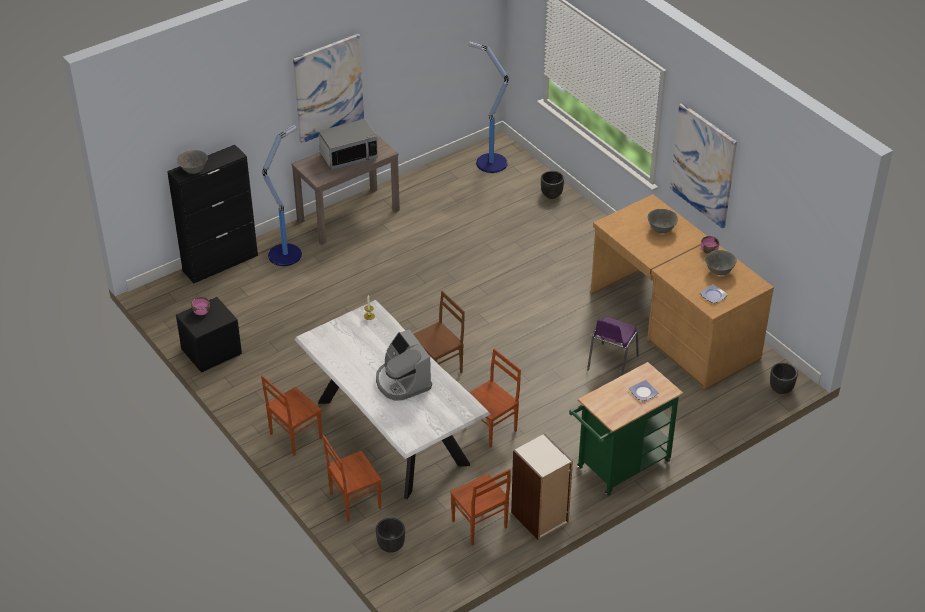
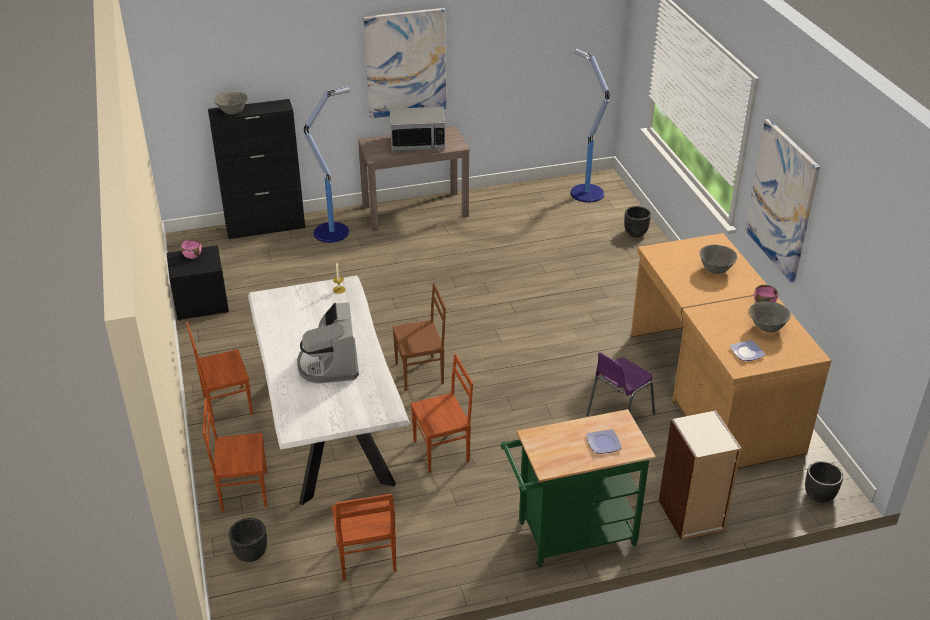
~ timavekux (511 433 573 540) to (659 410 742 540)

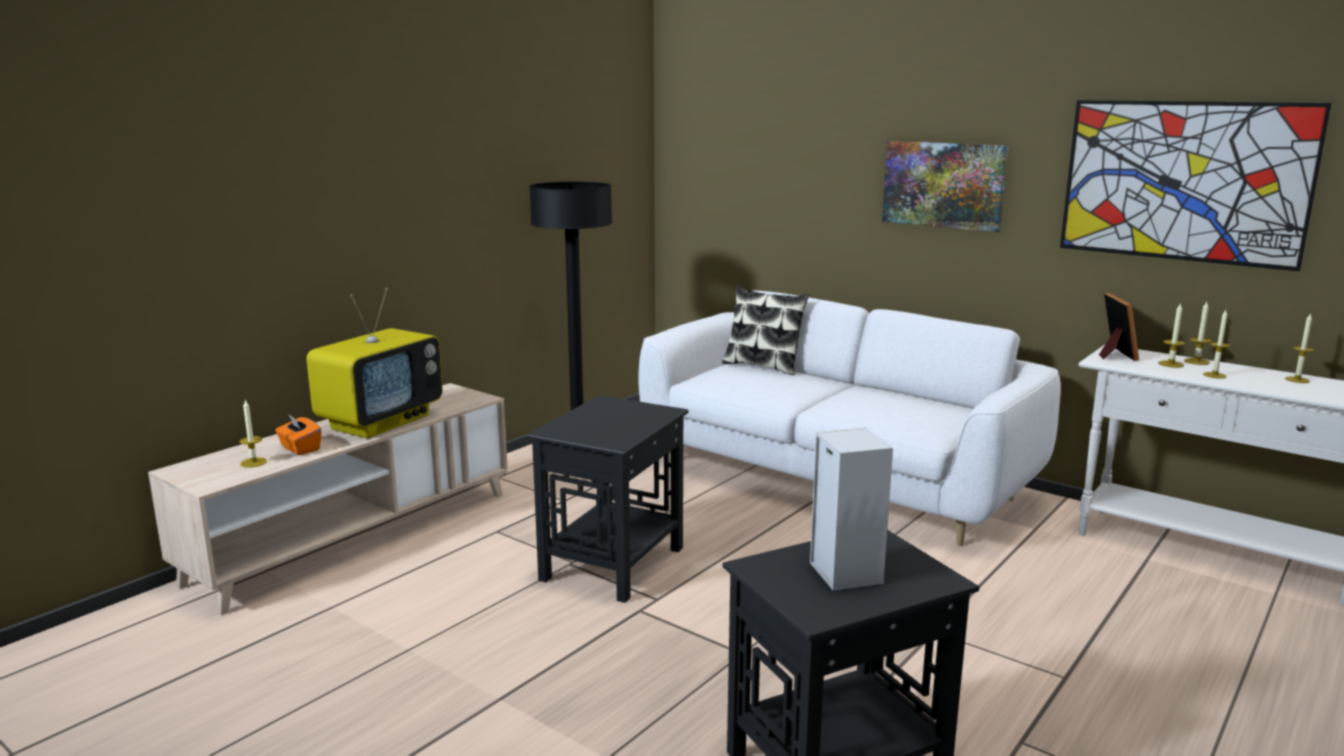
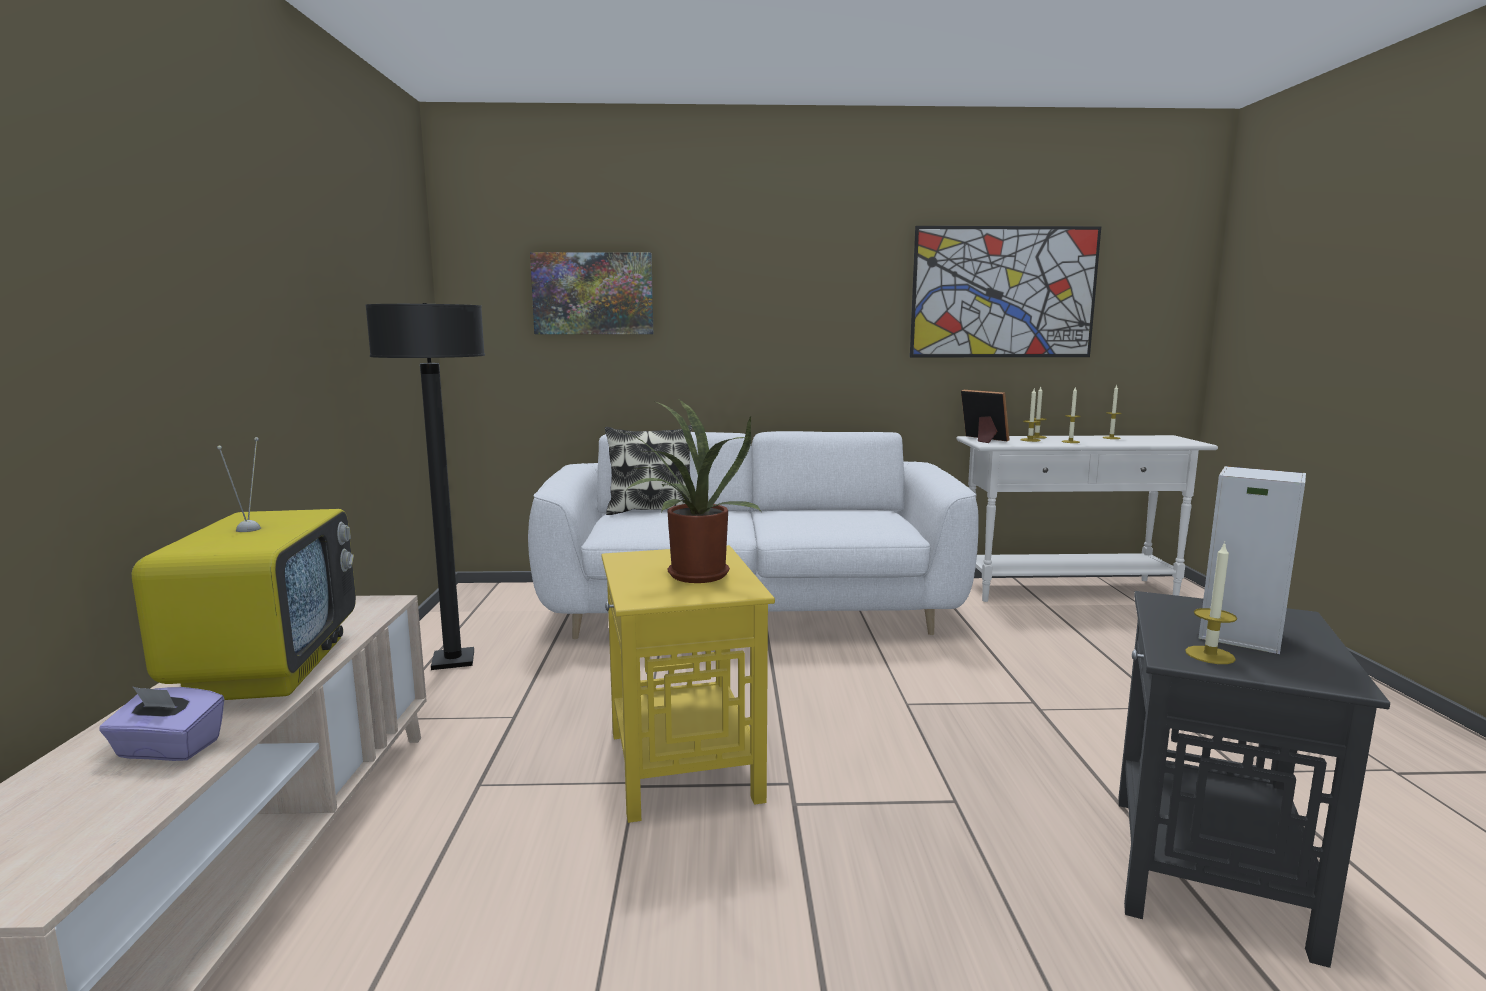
~ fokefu (239 399 267 468) to (1185 542 1237 664)
~ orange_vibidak (275 414 322 455) to purple_vibidak (99 686 225 761)
~ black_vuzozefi (526 395 688 603) to yellow_vuzozefi (601 545 775 823)
~ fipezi (882 141 1009 232) to (530 252 653 334)
+ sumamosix (622 400 761 583)

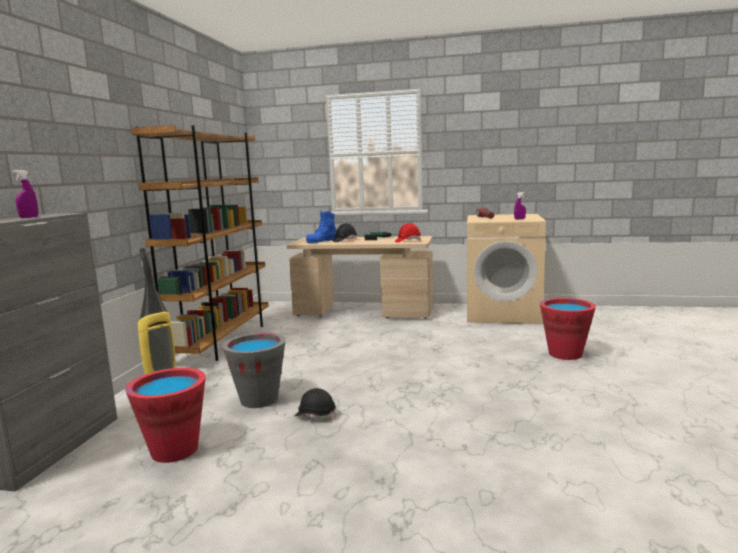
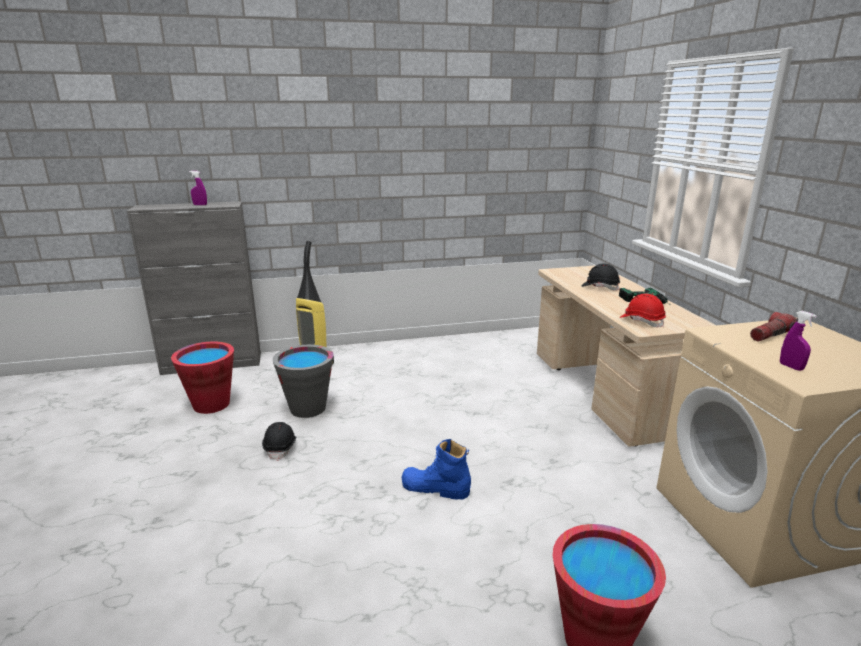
- brown_timavekux (132 125 269 361)
~ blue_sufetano (306 211 336 243) to (402 439 471 500)

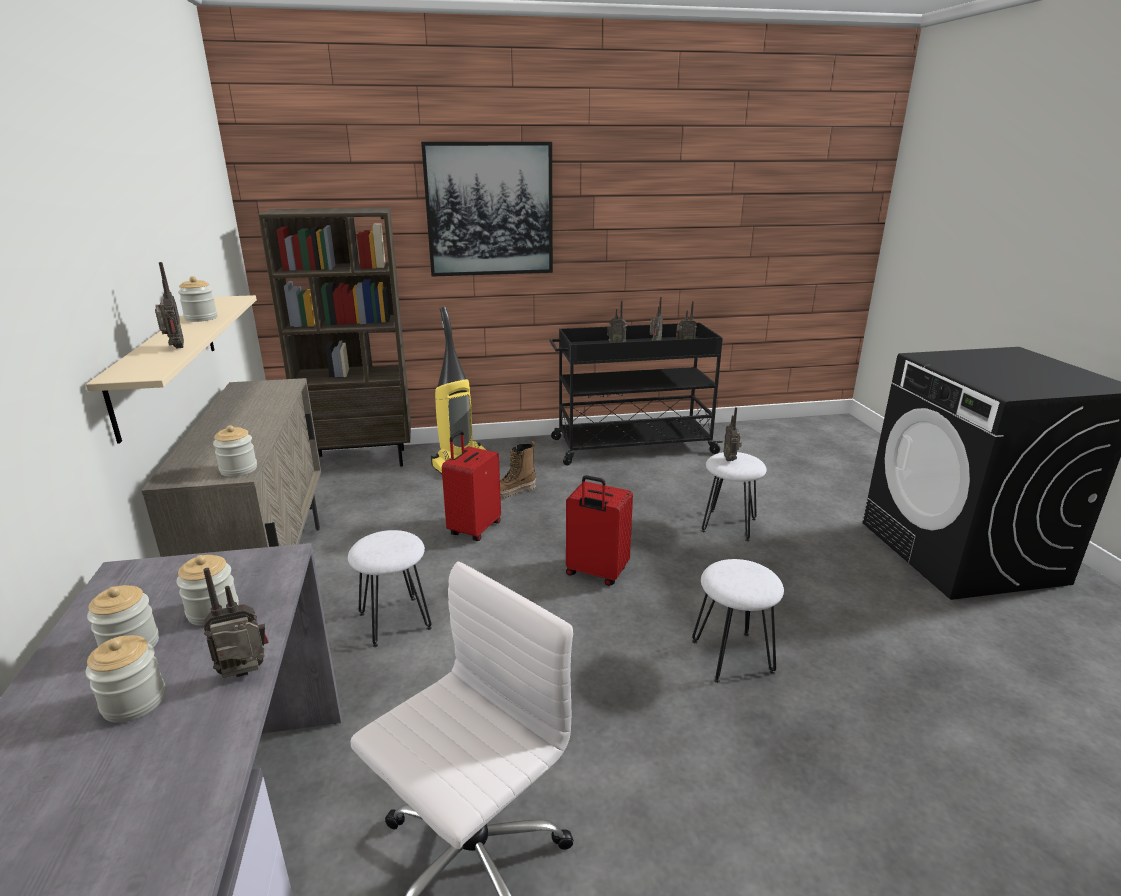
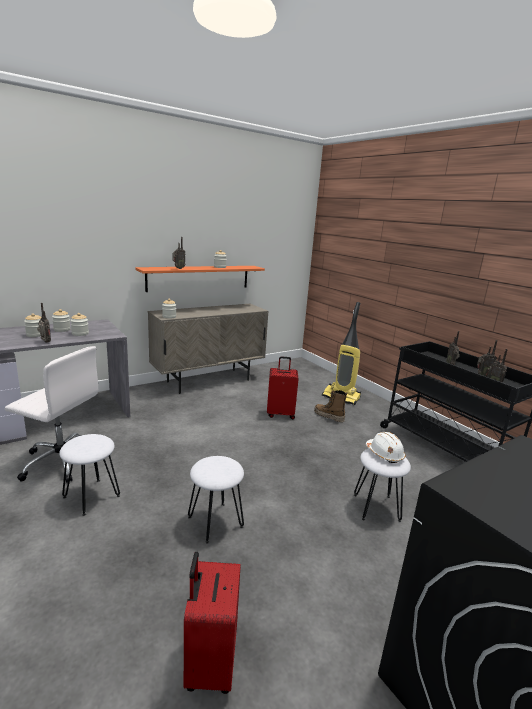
~ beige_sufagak (86 295 257 444) to orange_sufagak (135 266 265 292)
- brown_timavekux (258 207 411 467)
~ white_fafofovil (348 530 432 647) to (59 434 120 516)
- fipezi (421 142 553 277)
~ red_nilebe (566 475 633 586) to (184 552 241 694)
~ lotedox (724 407 742 461) to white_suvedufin (366 432 405 463)

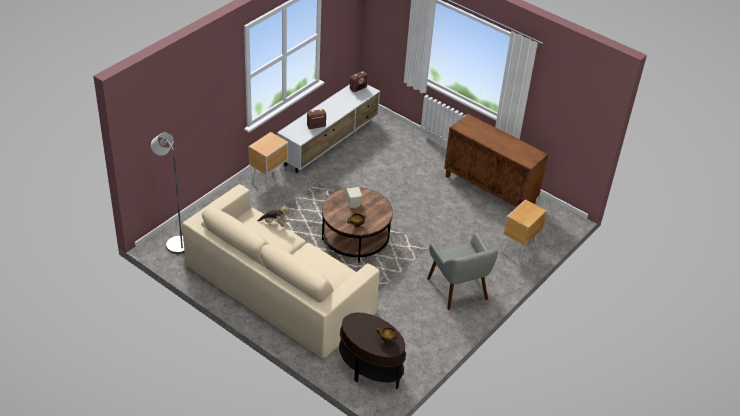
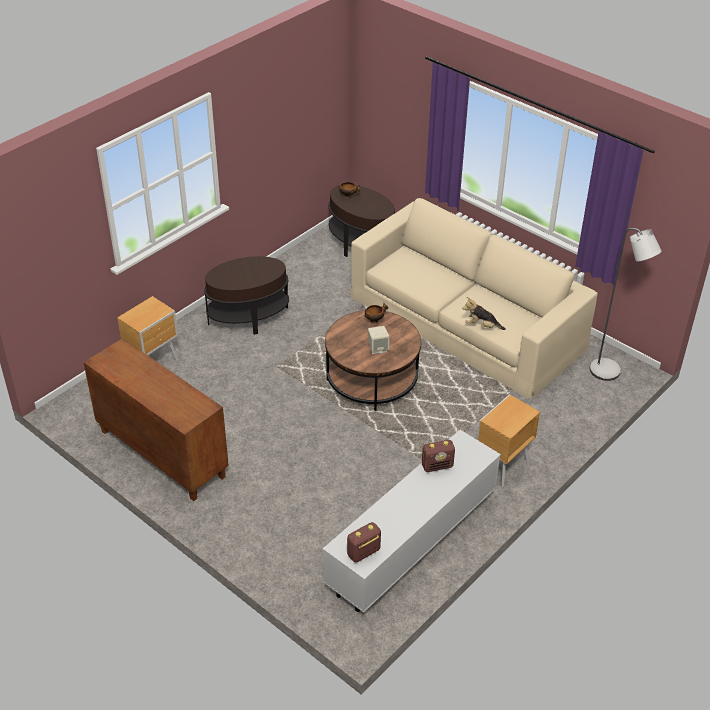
~ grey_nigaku (427 232 498 310) to brown_vuzozefi (204 256 289 335)

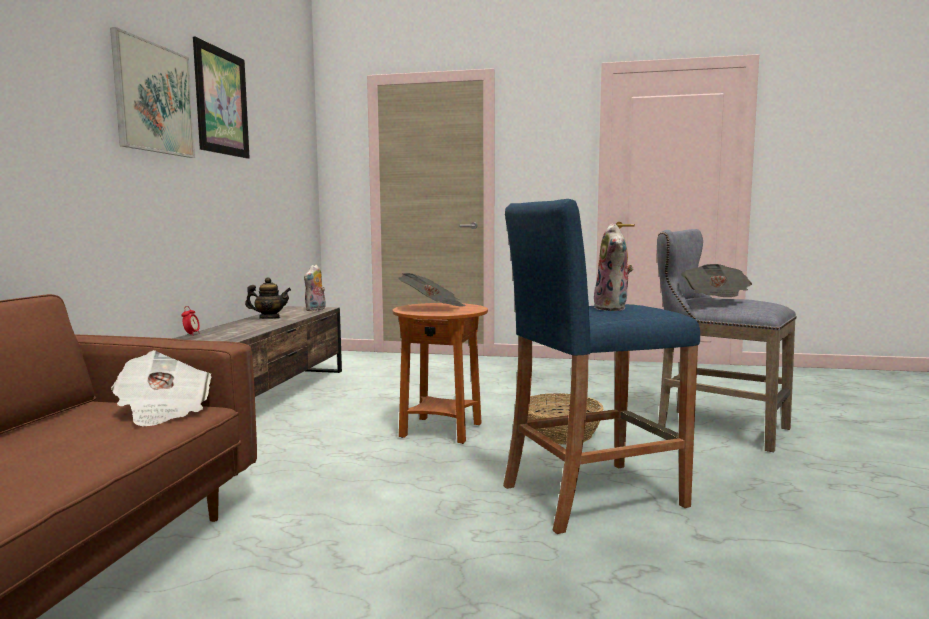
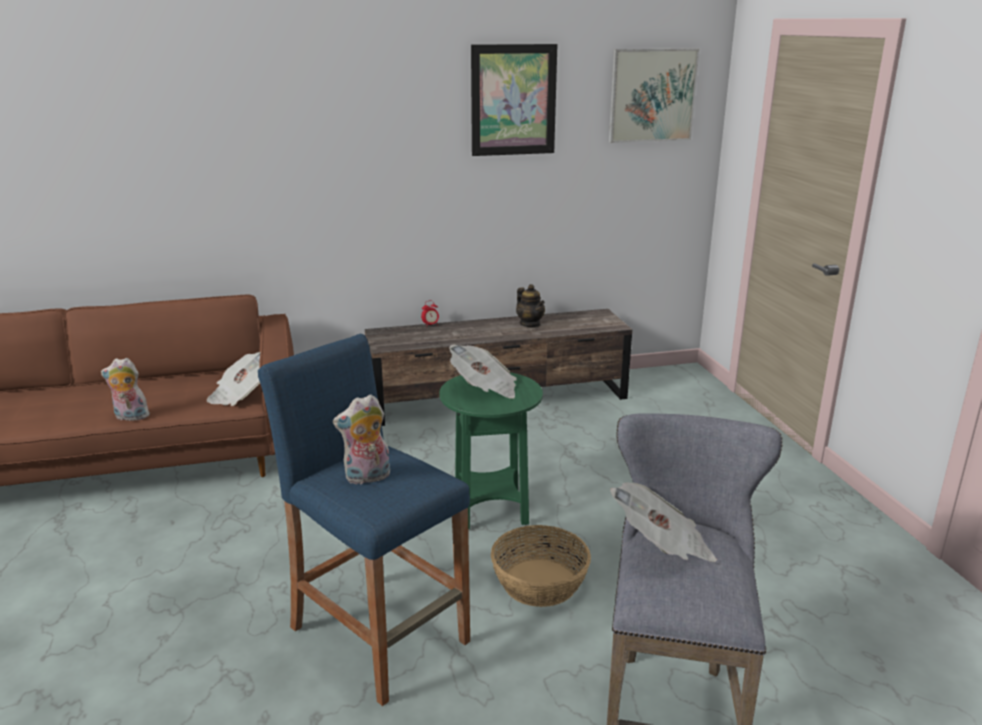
~ fipezi (110 27 195 158) to (609 48 699 143)
~ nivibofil (304 264 325 311) to (101 358 150 421)
~ brown_vuzozefi (392 303 488 444) to green_vuzozefi (439 372 543 529)

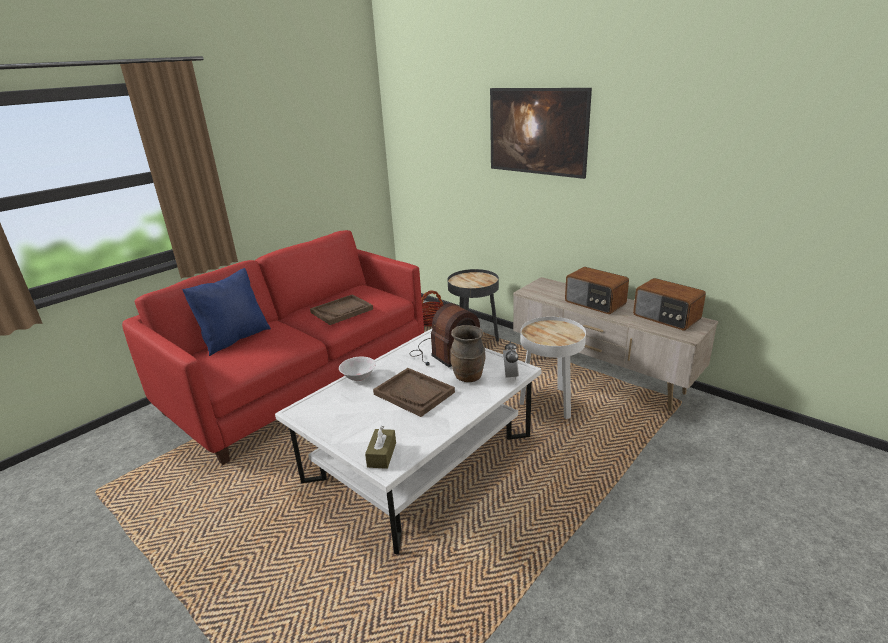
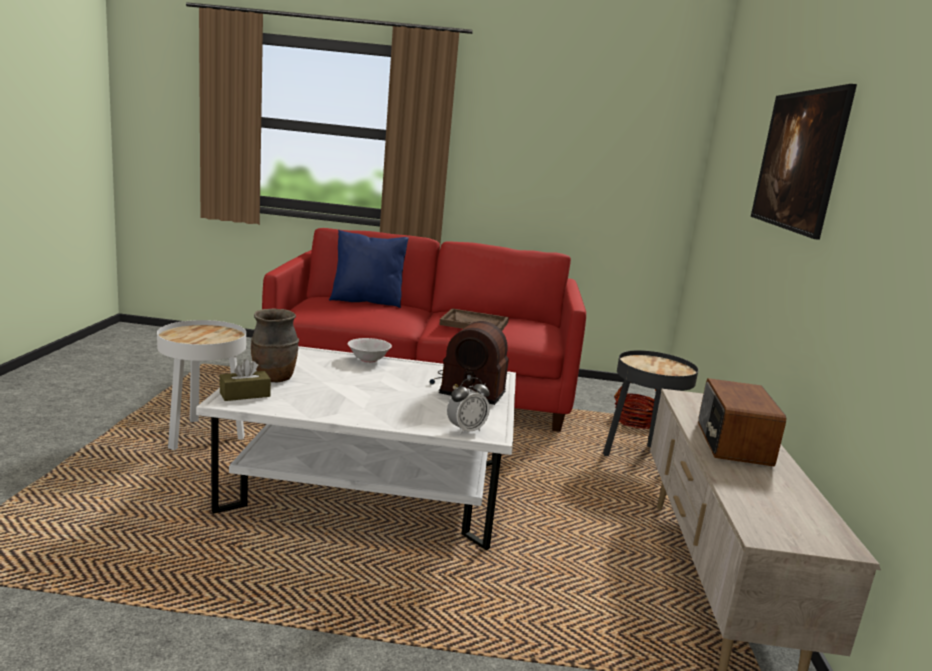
- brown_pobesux (373 368 455 417)
~ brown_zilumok (450 325 485 382) to (251 308 299 383)
~ white_vuzozefi (520 317 586 419) to (157 320 246 450)
- lotedox (633 278 706 330)

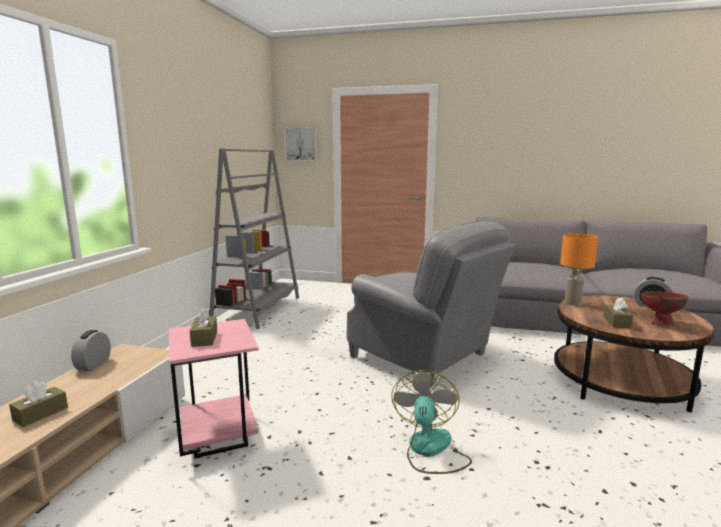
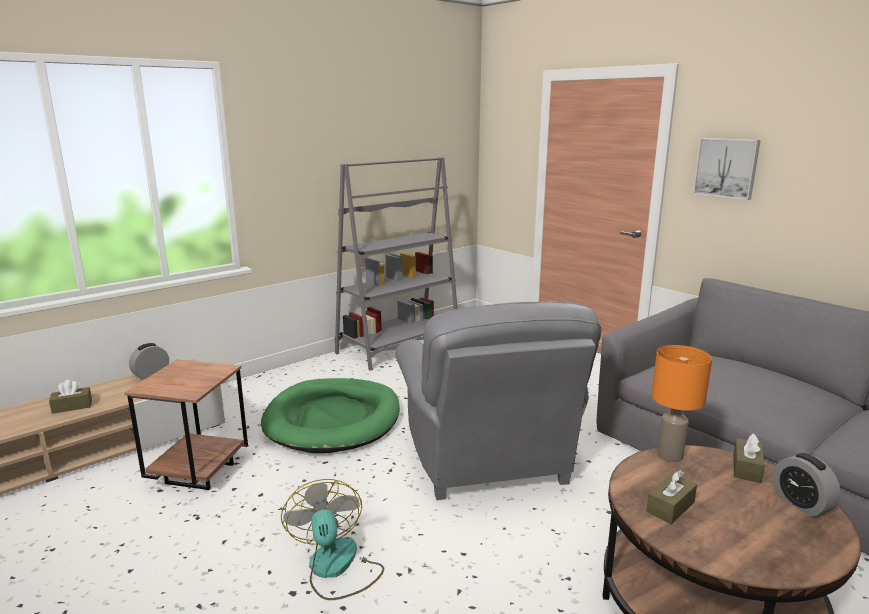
~ pink_vuzozefi (169 319 259 459) to brown_vuzozefi (125 359 248 490)
~ brown_vibidak (190 308 217 347) to (733 434 765 483)
~ fipezi (285 128 317 161) to (693 138 761 200)
~ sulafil (391 370 472 474) = (281 479 384 600) 60 degrees counterclockwise
- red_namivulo (641 290 688 326)
+ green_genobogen (261 378 400 454)

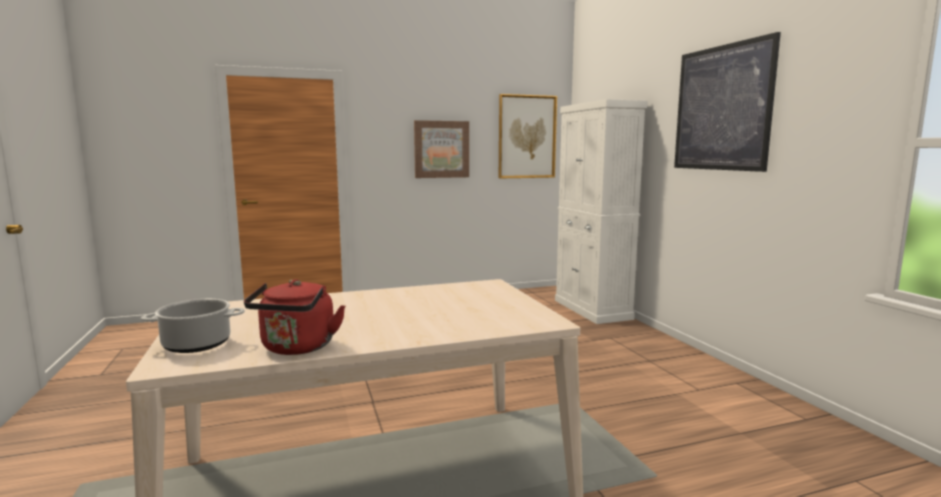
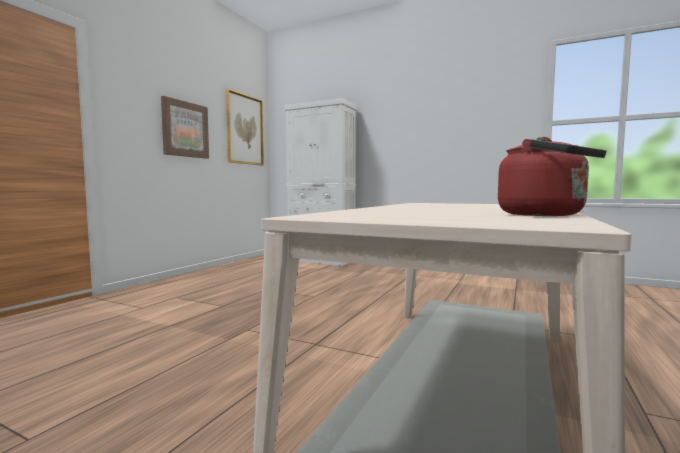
- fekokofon (141 299 245 353)
- fipezi (674 32 781 172)

